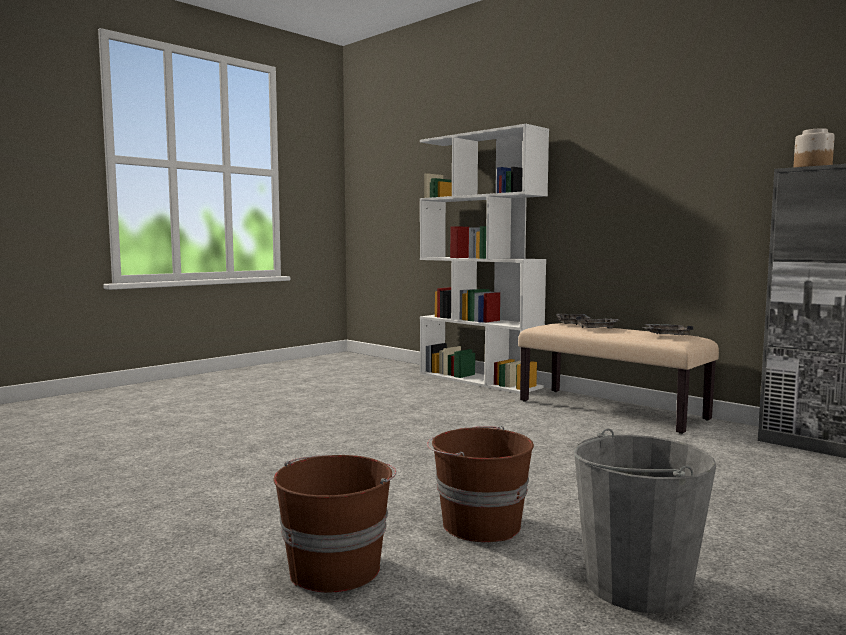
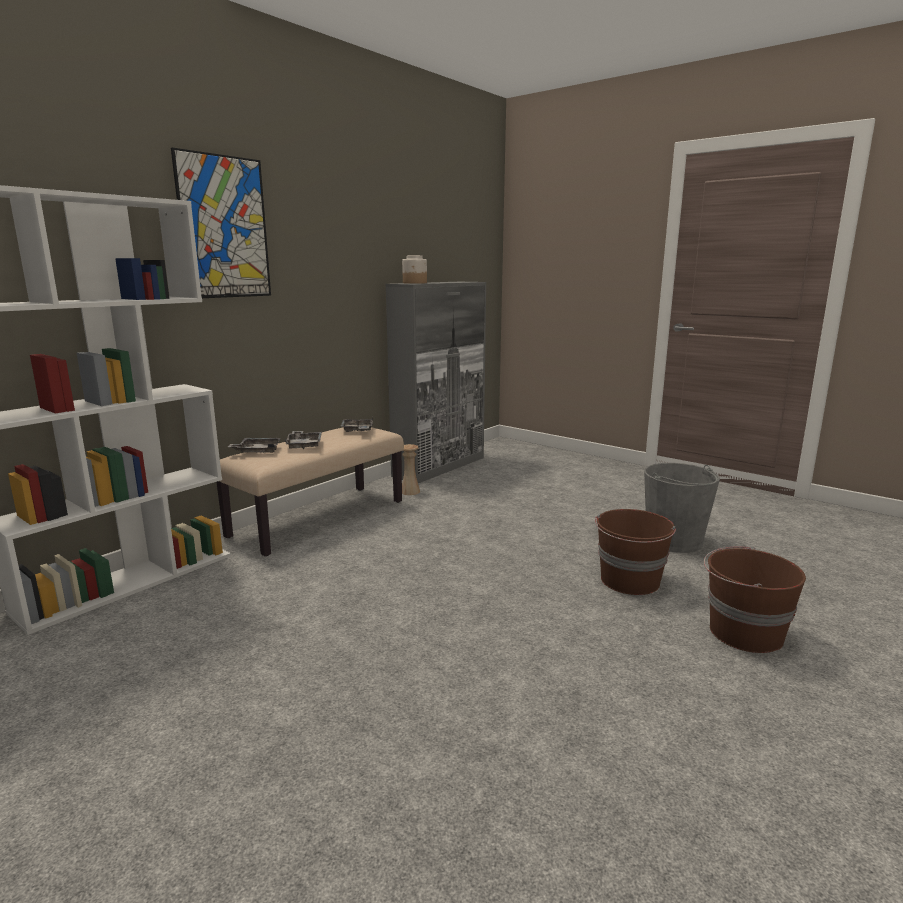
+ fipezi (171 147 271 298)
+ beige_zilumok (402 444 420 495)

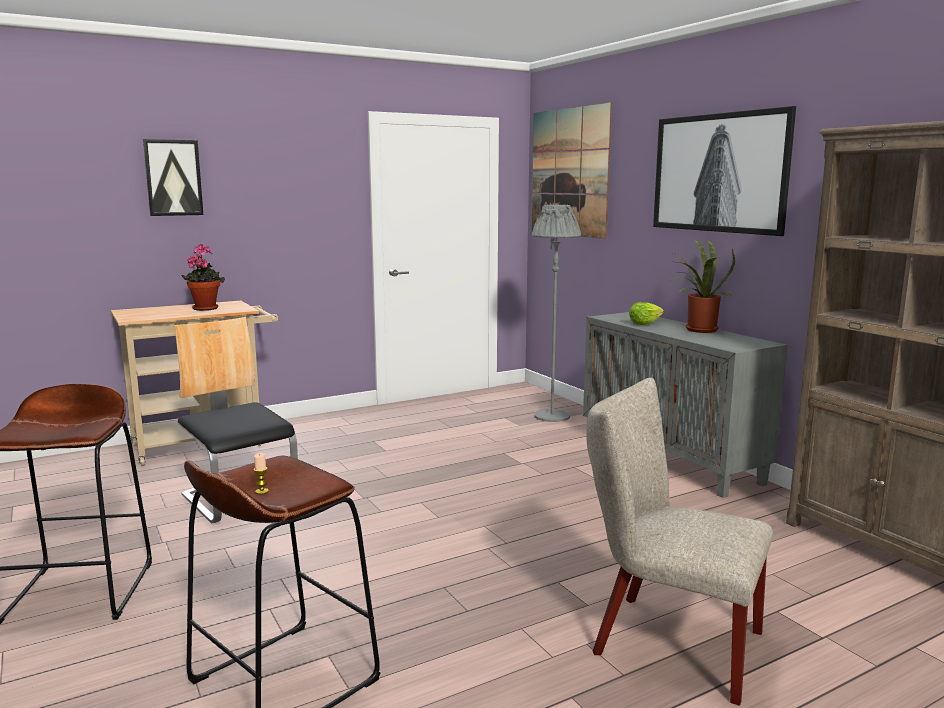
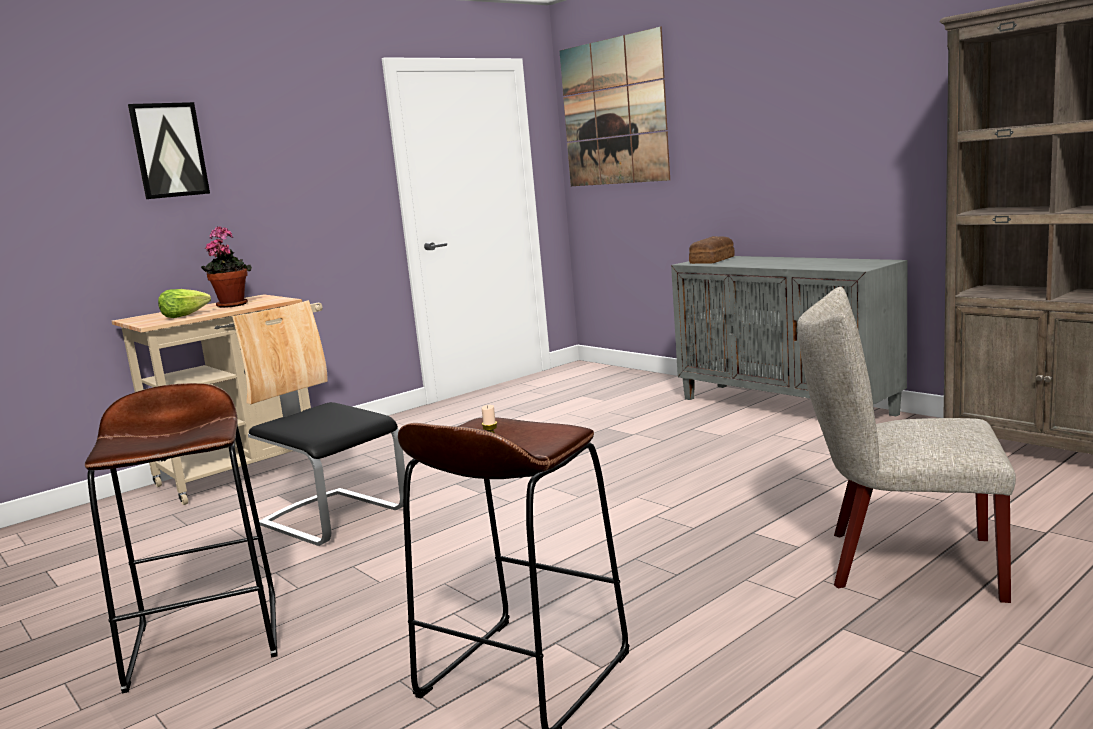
- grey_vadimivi (532 204 581 422)
~ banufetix (629 302 664 325) to (158 289 211 318)
- fipezi (653 106 796 236)
- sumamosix (669 239 735 333)
+ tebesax (689 236 735 264)

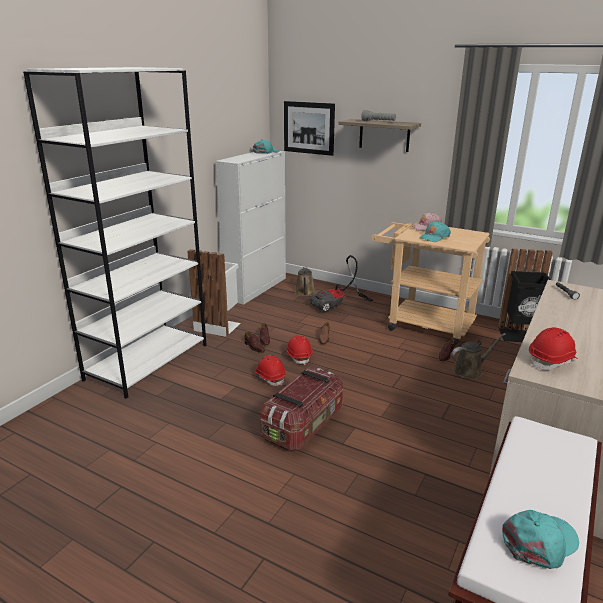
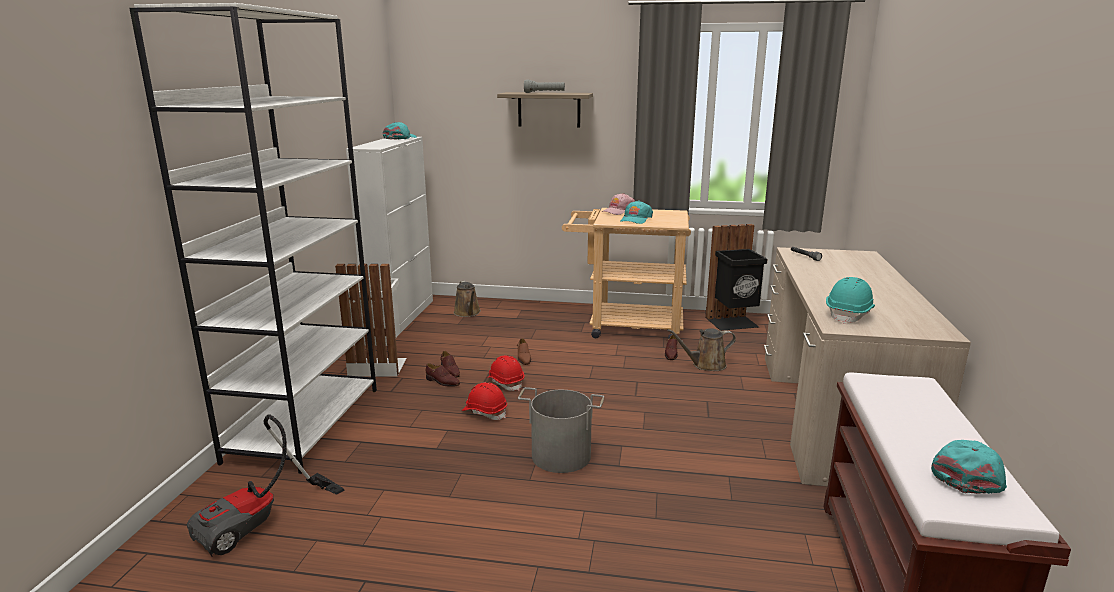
~ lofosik (260 366 344 450) to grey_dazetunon (518 387 604 473)
- fipezi (284 101 335 156)
~ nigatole (310 255 373 313) to (187 414 345 557)
~ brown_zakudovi (451 333 506 379) = (667 328 736 371) 150 degrees counterclockwise
~ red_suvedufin (529 328 578 370) to turquoise_suvedufin (826 277 875 324)

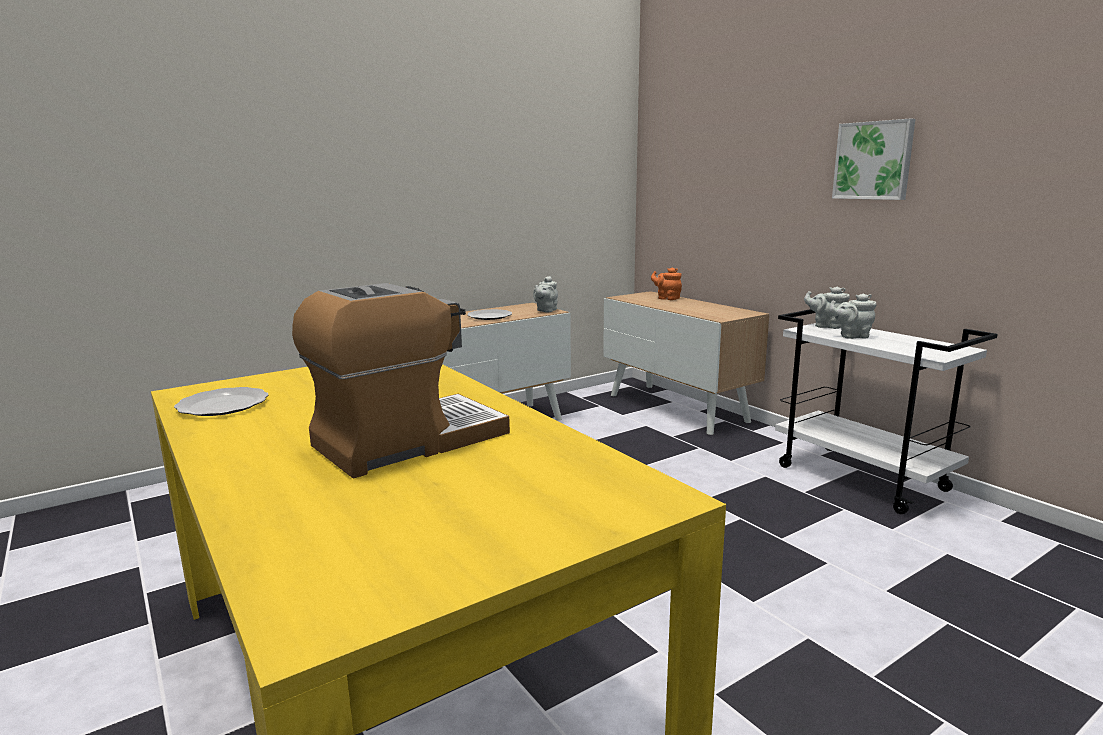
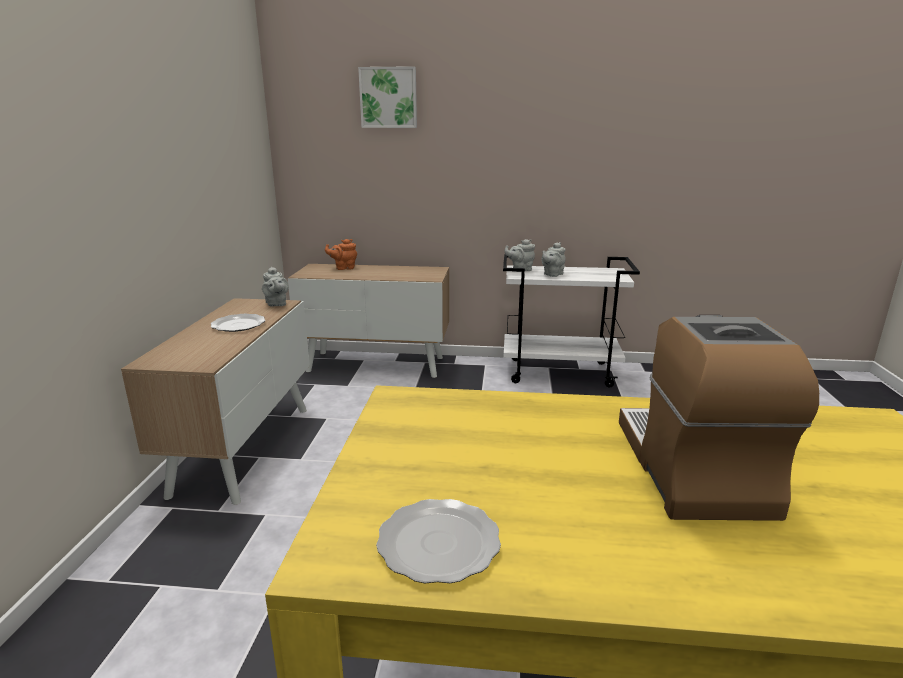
~ fipezi (832 118 915 200) to (358 66 417 128)

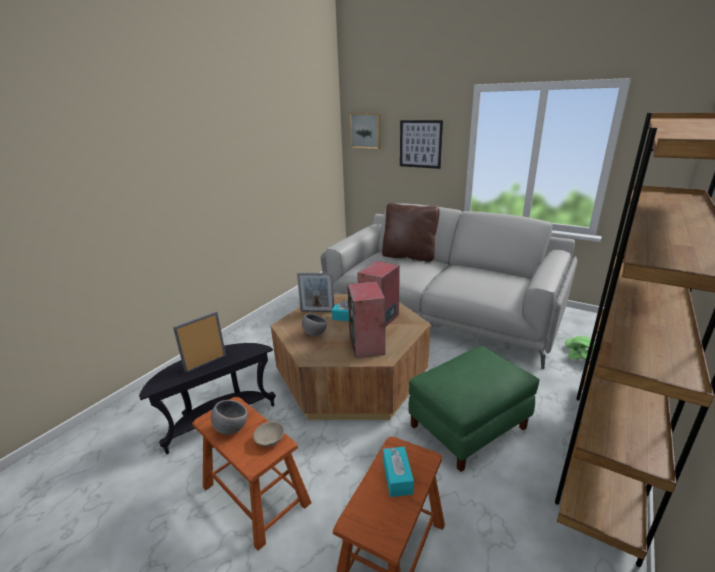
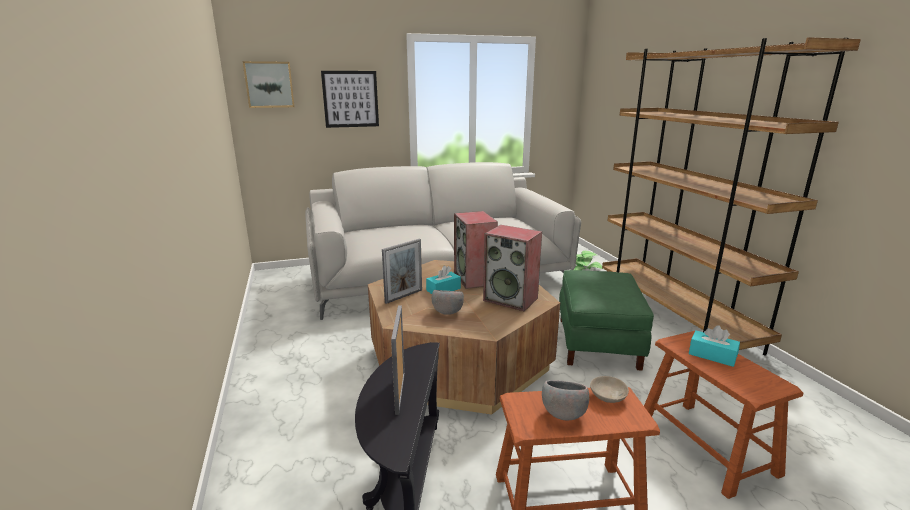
- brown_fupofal (382 203 440 262)

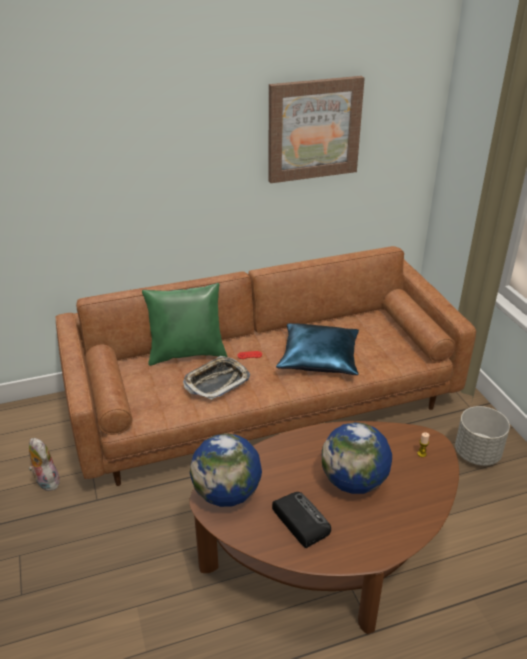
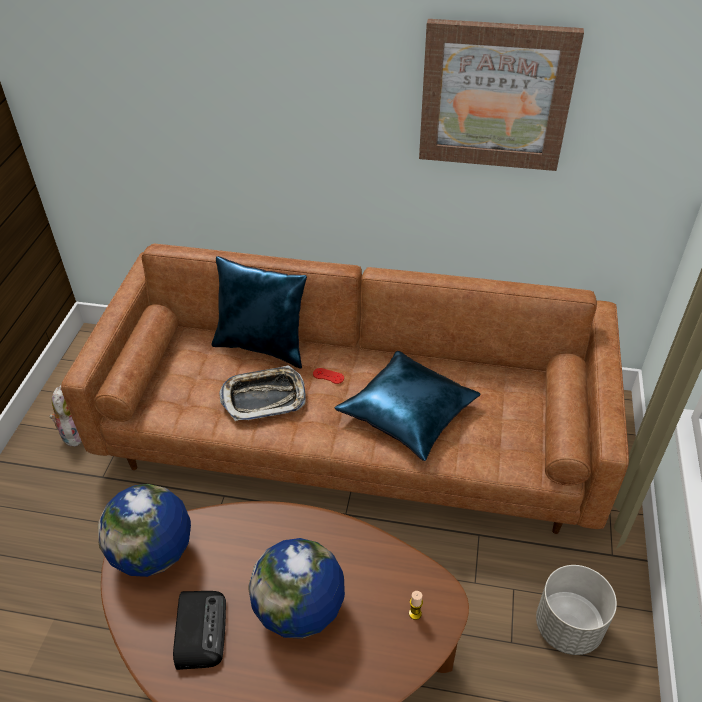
~ green_fupofal (142 283 228 366) to blue_fupofal (212 256 307 368)

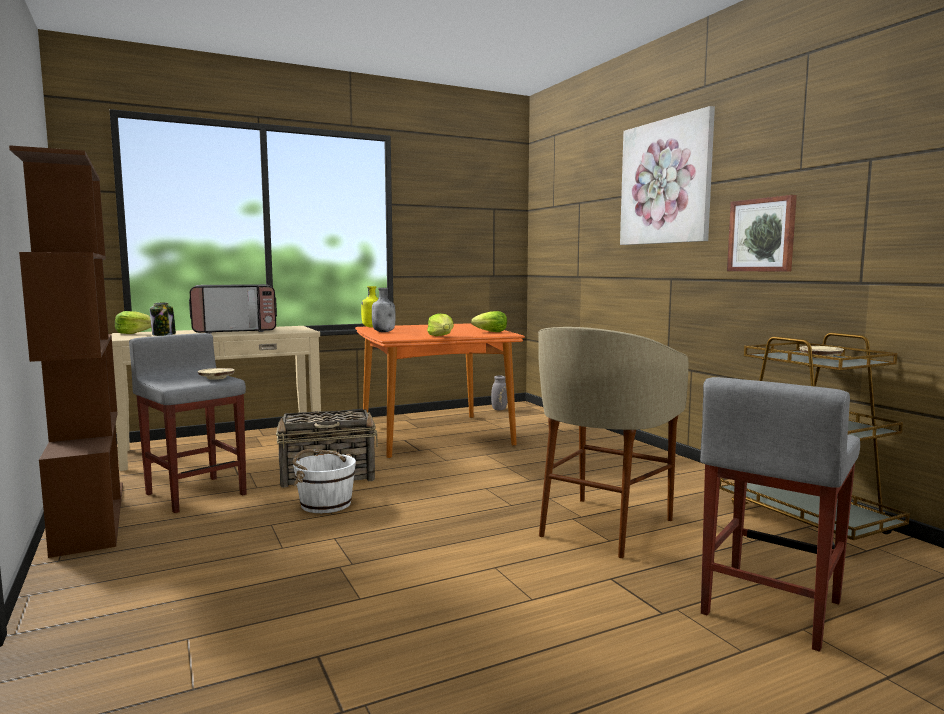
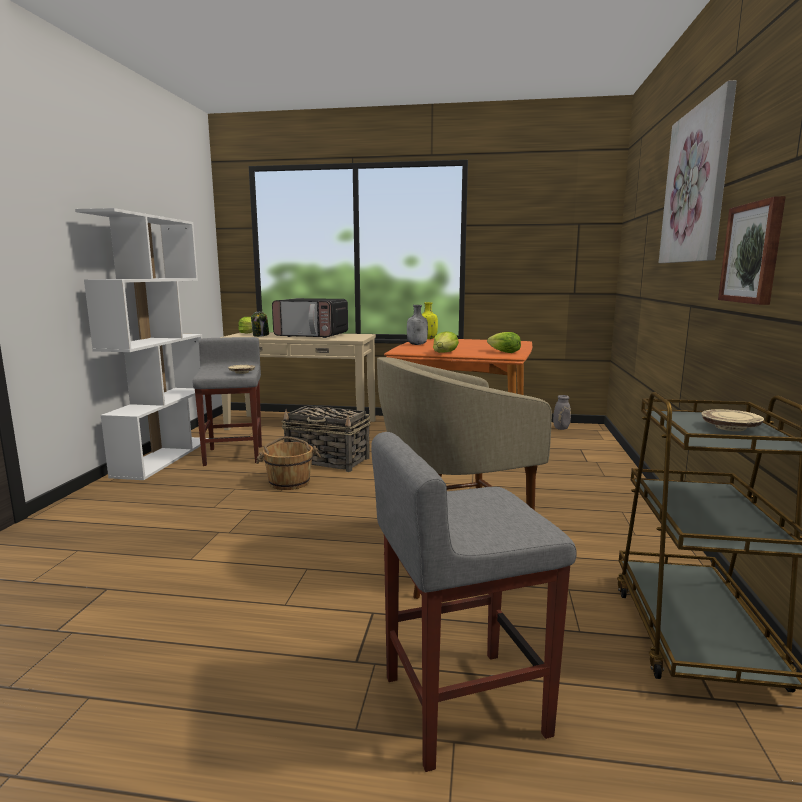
~ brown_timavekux (9 145 123 558) to white_timavekux (75 208 208 480)
~ white_dazetunon (293 449 356 513) to brown_dazetunon (256 437 321 490)

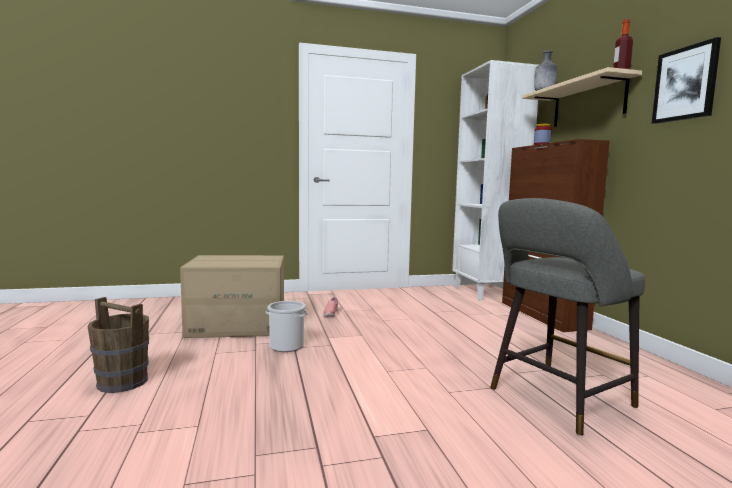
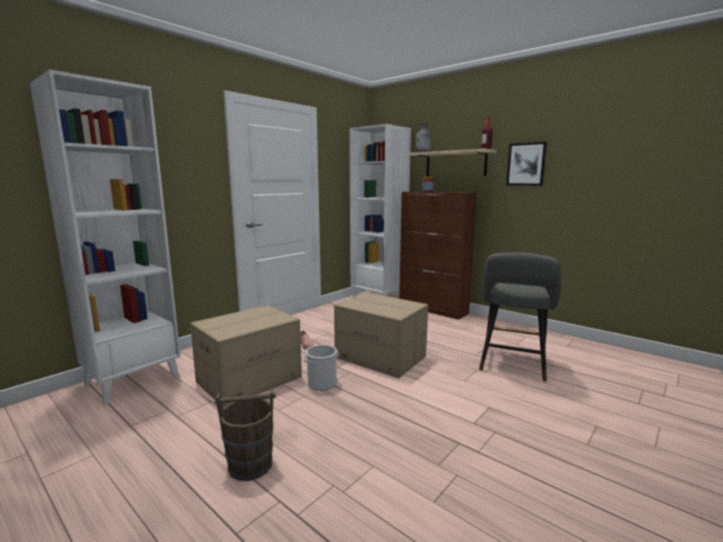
+ white_timavekux (30 70 181 405)
+ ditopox (334 292 428 378)

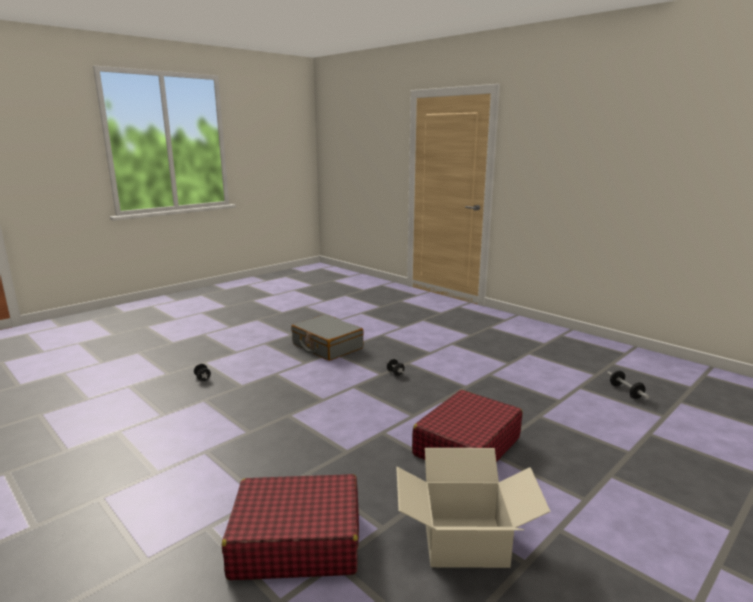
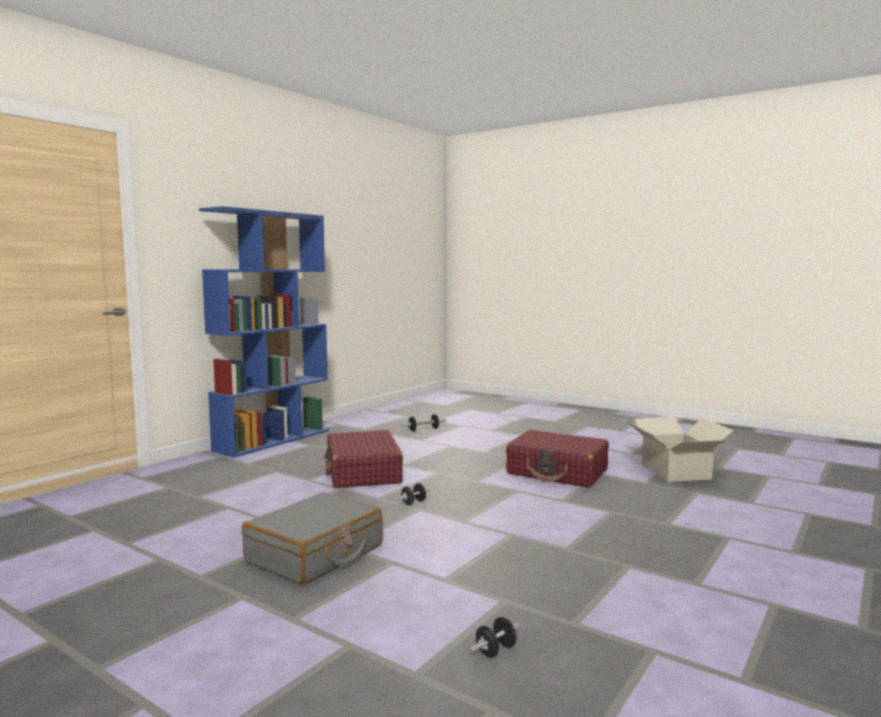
~ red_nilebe (222 474 359 580) to (324 430 403 488)
+ blue_timavekux (199 206 329 458)

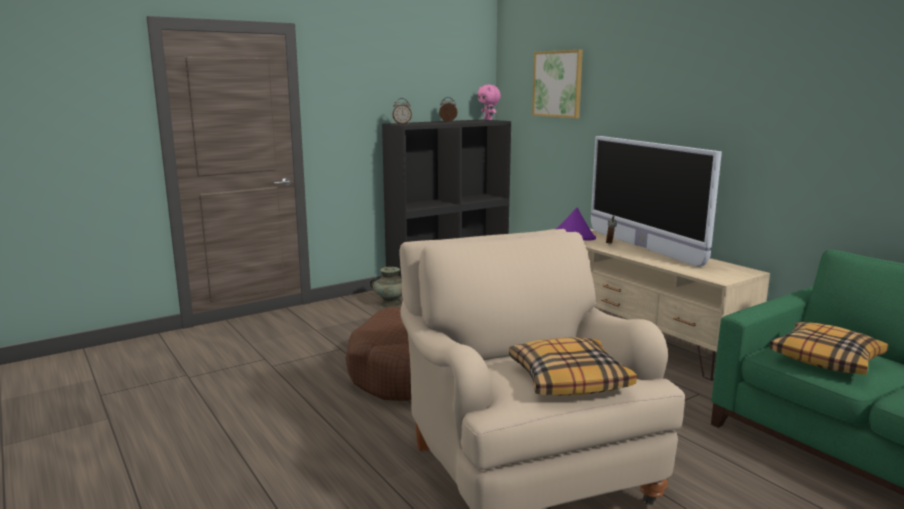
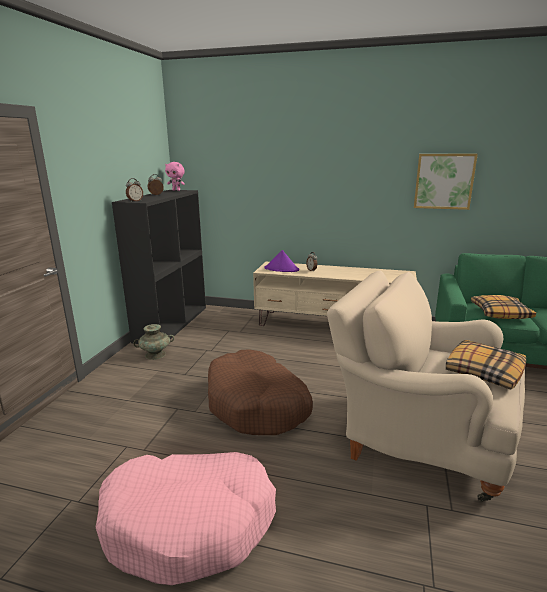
~ fipezi (532 50 583 118) to (414 154 478 210)
- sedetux (591 136 722 267)
+ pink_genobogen (96 452 276 585)

